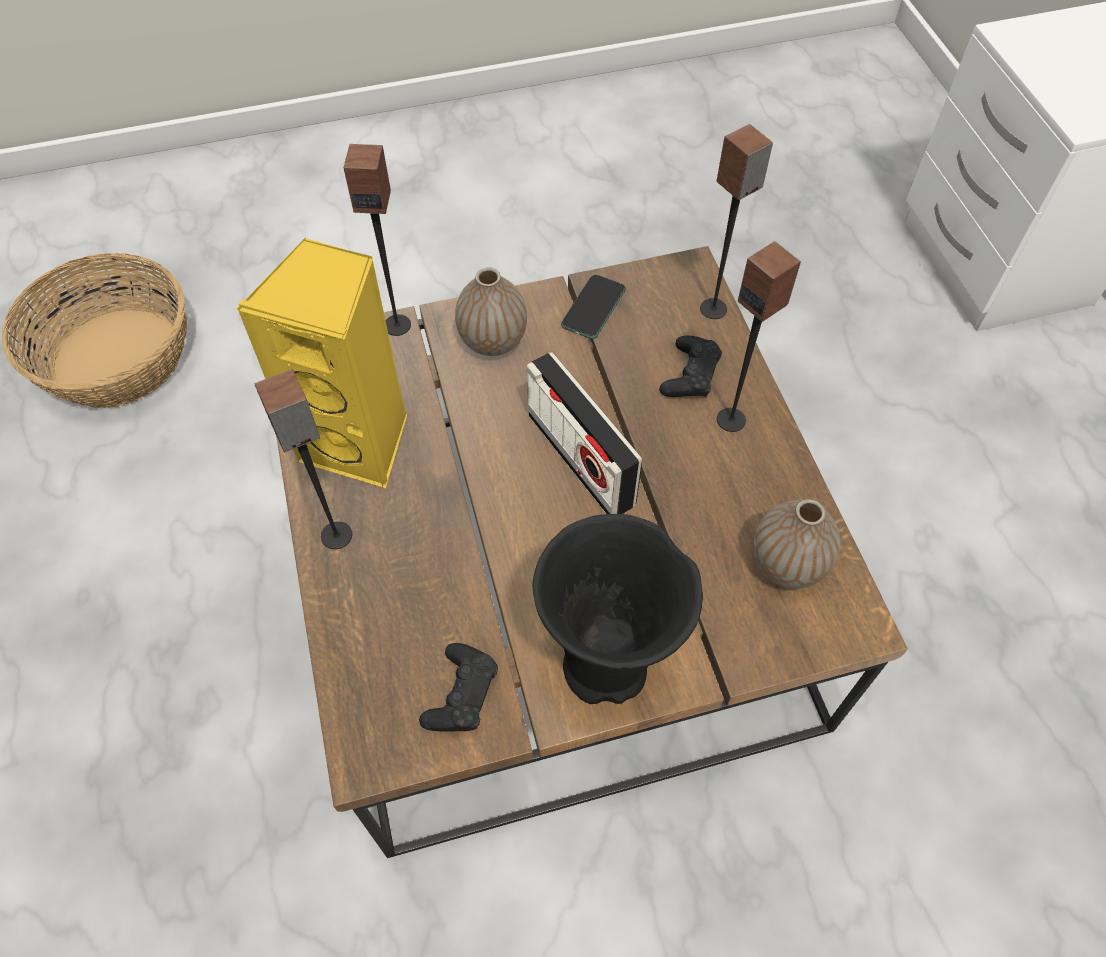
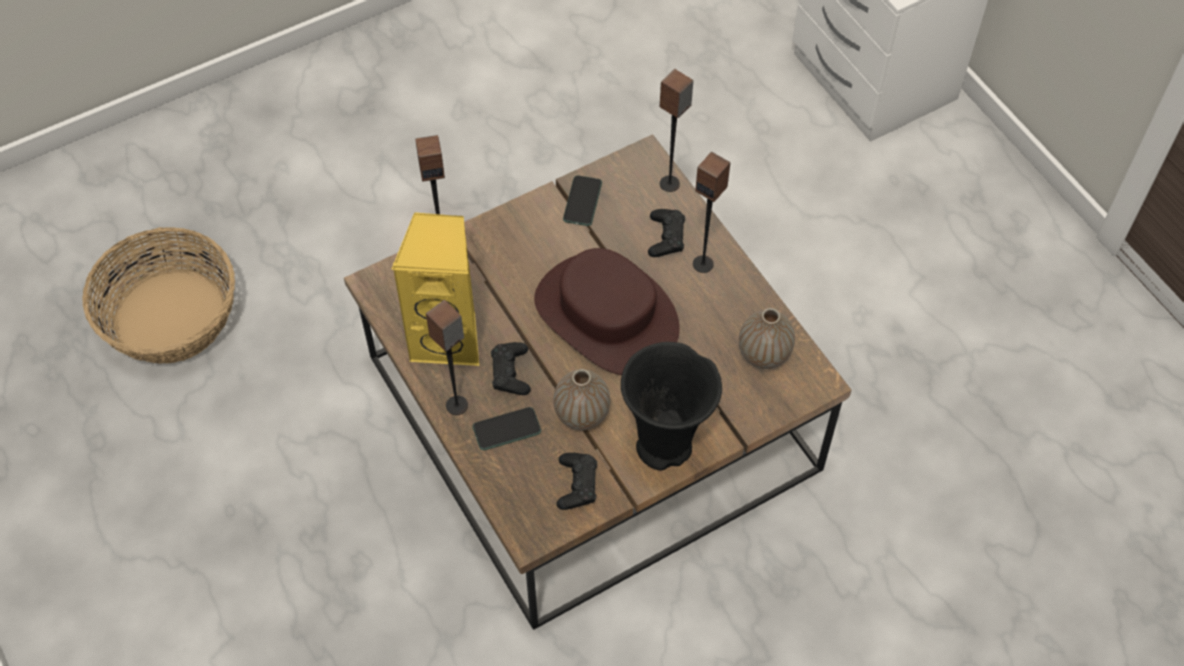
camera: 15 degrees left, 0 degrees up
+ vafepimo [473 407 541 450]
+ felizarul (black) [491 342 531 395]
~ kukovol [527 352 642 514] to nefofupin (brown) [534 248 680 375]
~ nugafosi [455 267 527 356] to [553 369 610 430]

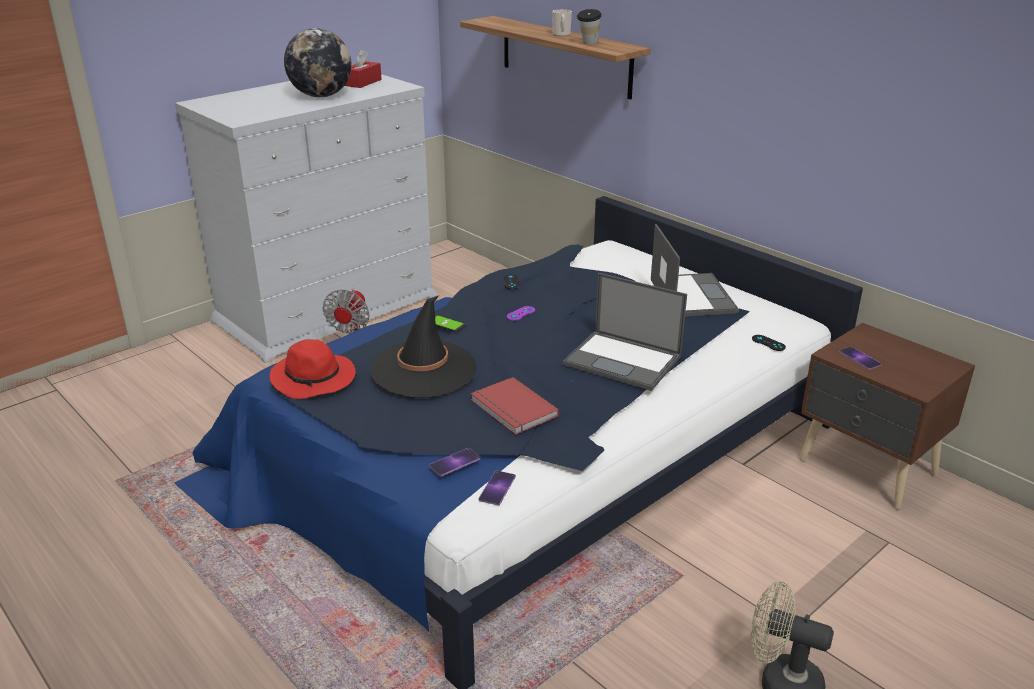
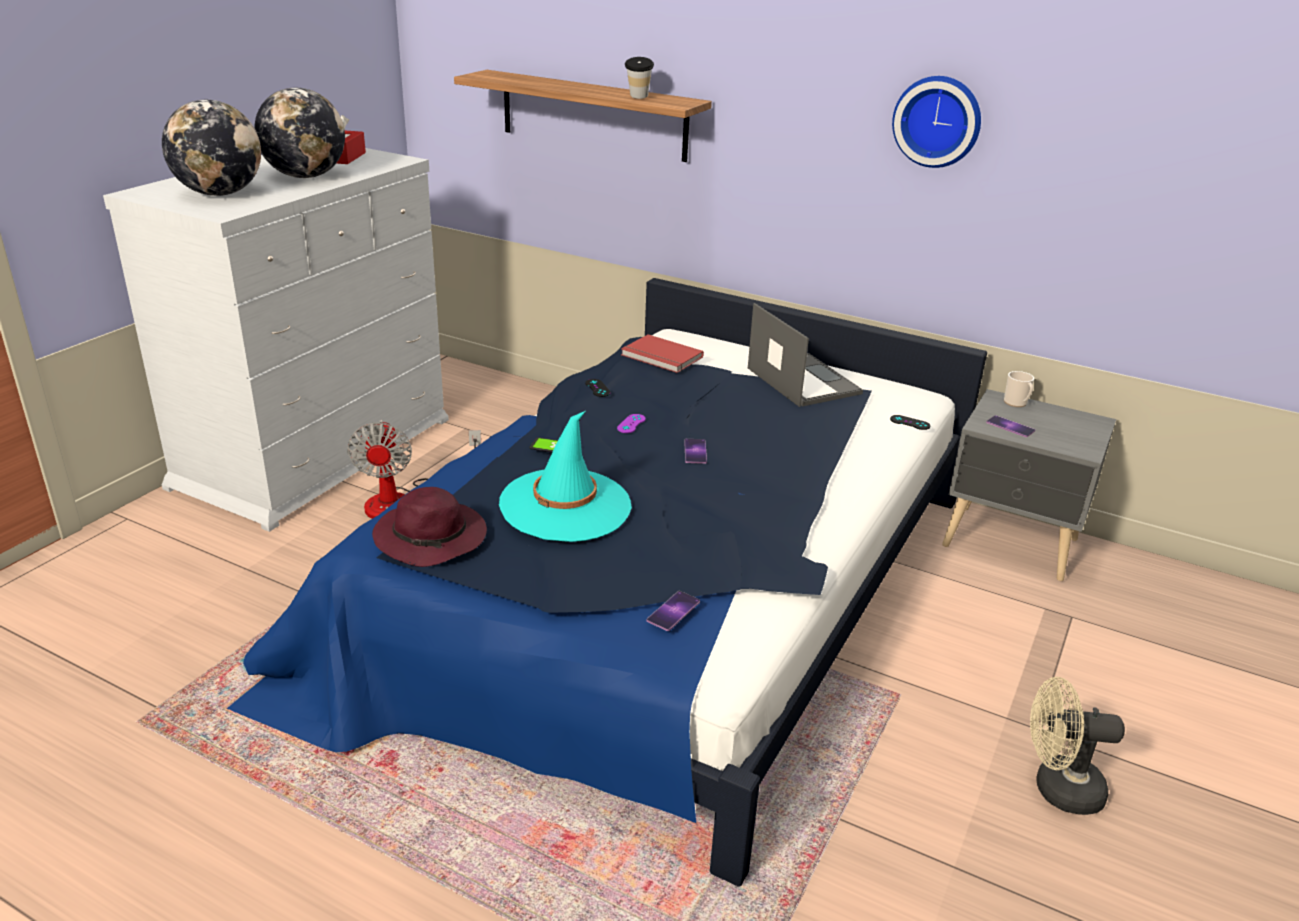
camera: 20 degrees left, 0 degrees up
+ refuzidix [162 100 261 196]
~ nefofupin (red) [269 339 356 399] to nefofupin (purple) [372 487 487 567]
~ nefofupin (black) [370 295 477 398] to nefofupin (turquoise) [499 411 632 542]
~ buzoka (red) [471 377 559 435] to [621 334 704 373]
~ vafepimo [478 470 516 505] to [684 439 707 464]
+ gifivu [892 76 981 168]
~ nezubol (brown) [799 323 975 509] to nezubol (grey) [942 389 1116 581]
~ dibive [552 10 572 36] to [1004 371 1034 407]
- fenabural [563 273 687 391]

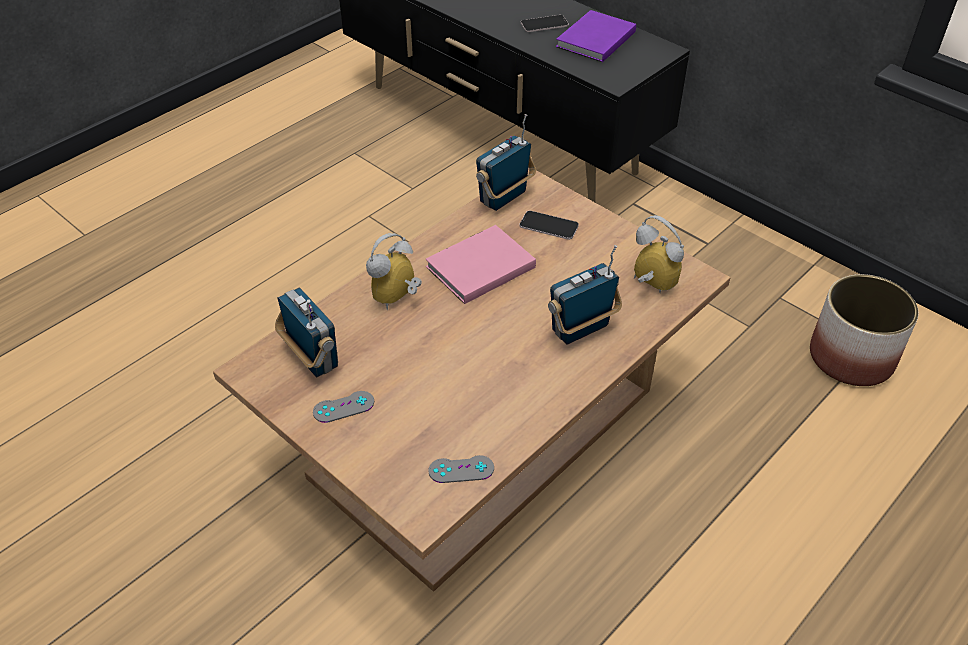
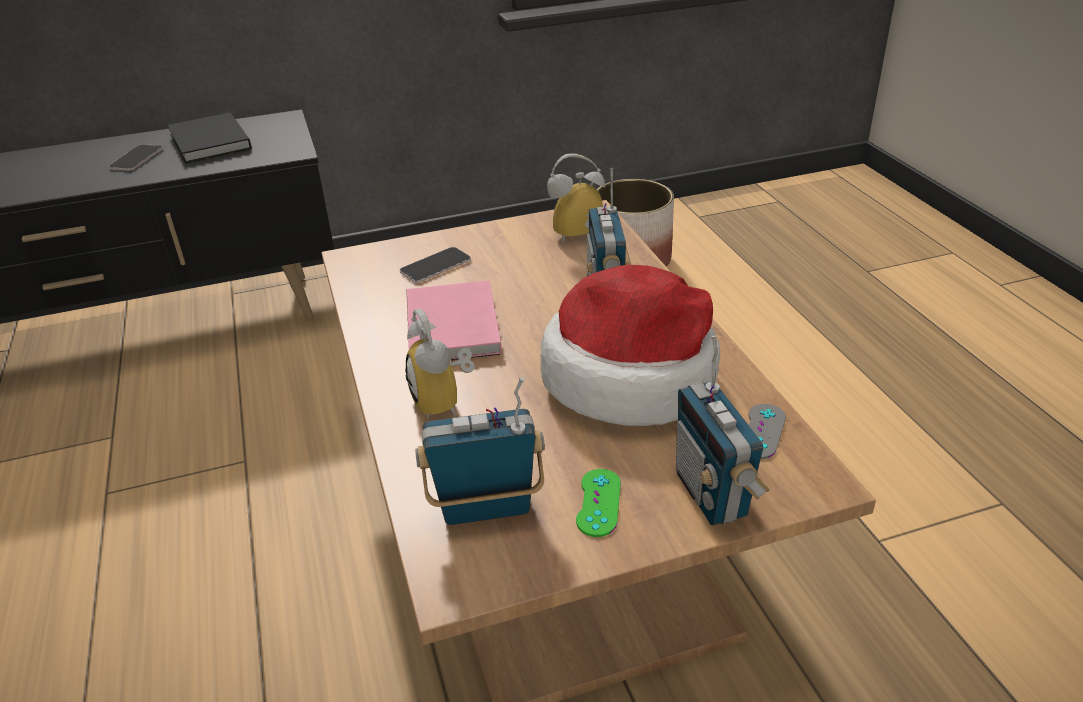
camera: 60 degrees left, 10 degrees down
~ buzoka (purple) [556 10 636 62] to buzoka (black) [167 112 252 164]
+ nefofupin [540 265 720 426]
~ felizarul (grey) [313 391 374 423] to felizarul (green) [576 469 621 537]
~ kukovol [476 114 536 211] to [676 336 770 525]

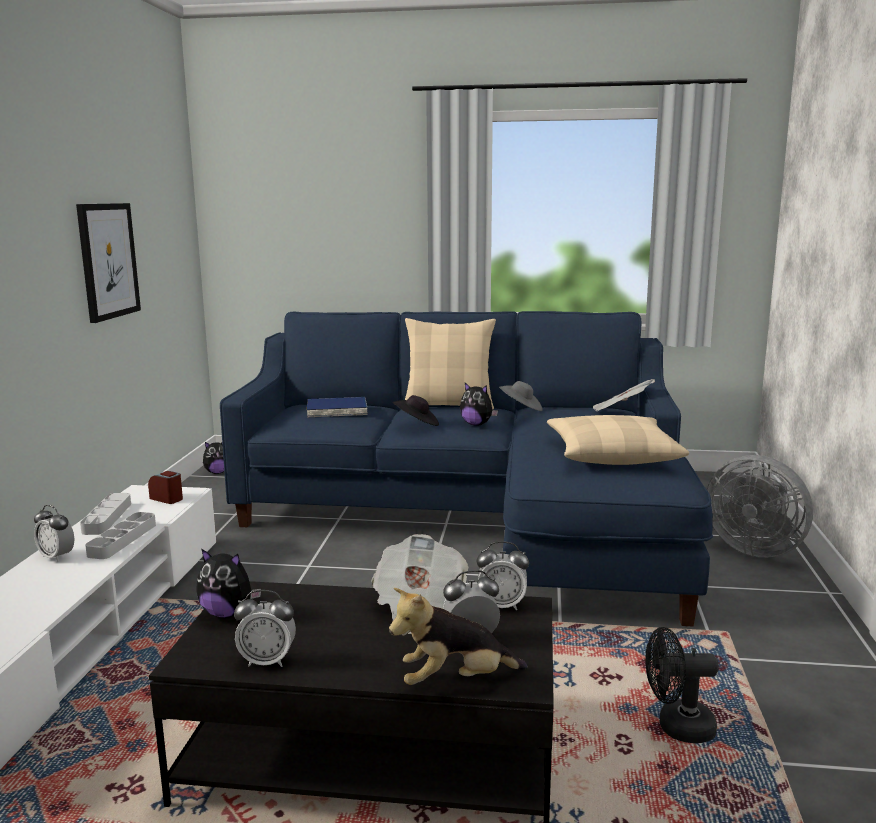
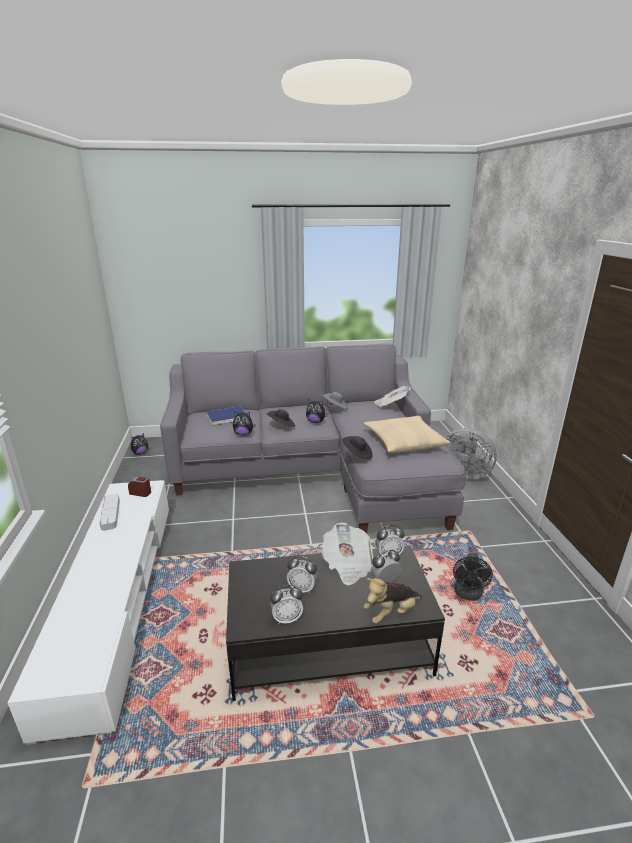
camera: 15 degrees left, 10 degrees up
~ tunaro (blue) [220 311 713 626] to tunaro (grey) [160 343 465 534]
~ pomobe [196 549 261 618] to [233 412 256 436]
~ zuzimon [34 505 74 562] to [287 556 318 594]
+ nefofupin (black) [342 436 373 460]
~ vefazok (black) [646 627 719 743] = [453 553 493 601] 60 degrees counterclockwise
- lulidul [76 203 141 323]
- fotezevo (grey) [85 512 156 559]
- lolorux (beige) [405 318 496 410]

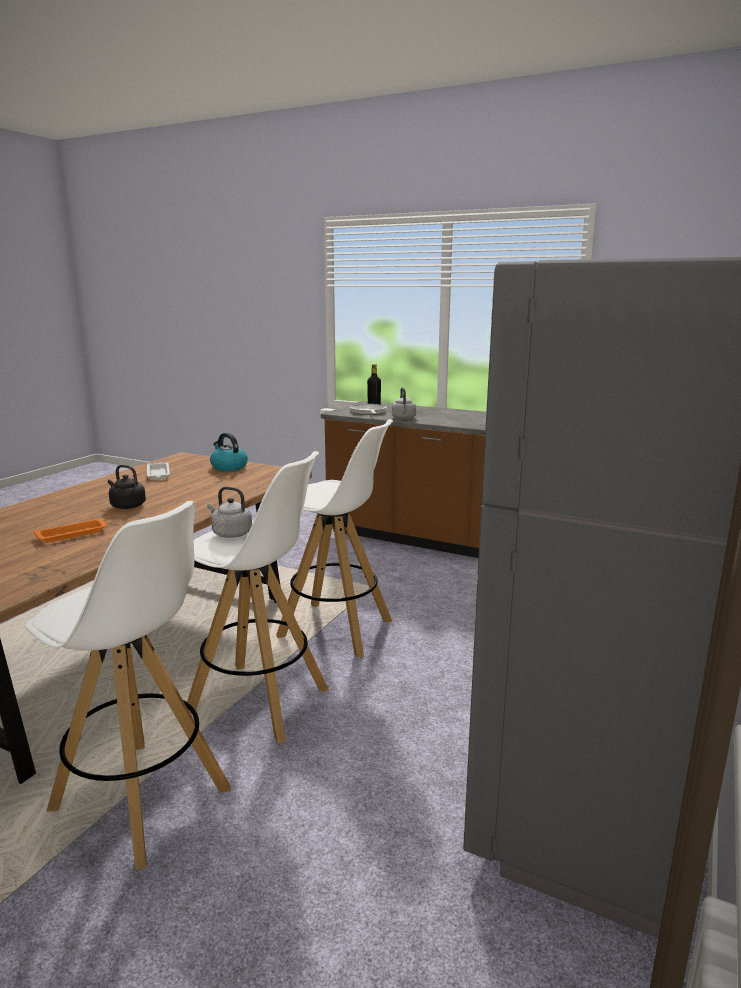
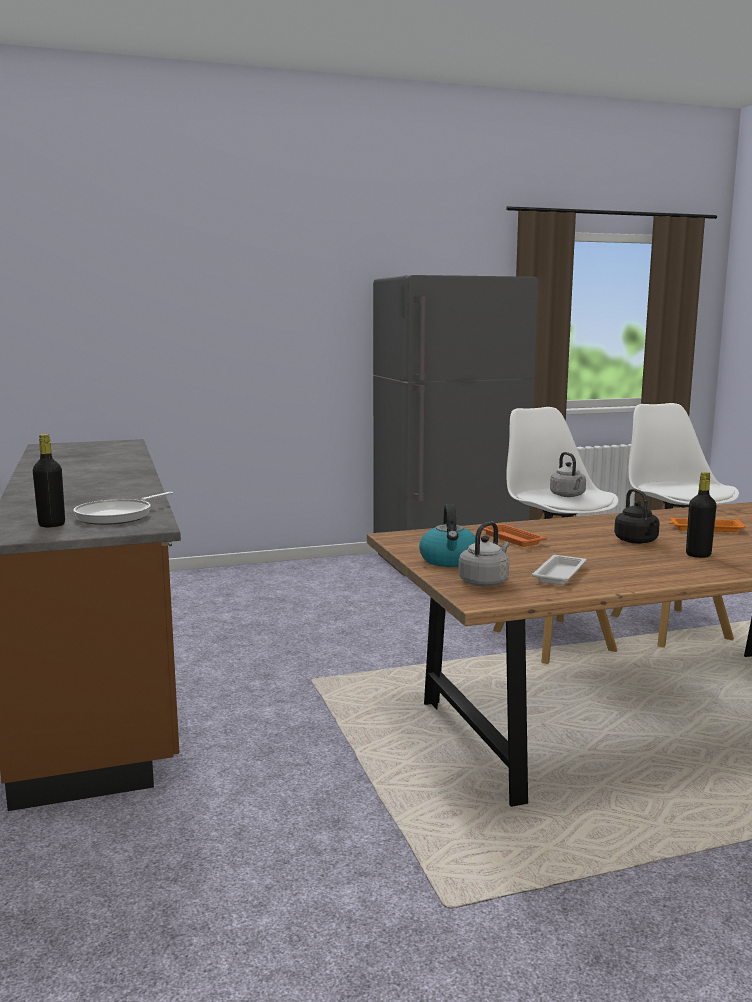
camera: 135 degrees left, 5 degrees down
~ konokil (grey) [392 387 416 420] to [458 522 510 586]
+ fotezevo (orange) [483 524 547 547]
+ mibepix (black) [686 472 717 558]
- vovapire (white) [276 419 393 658]

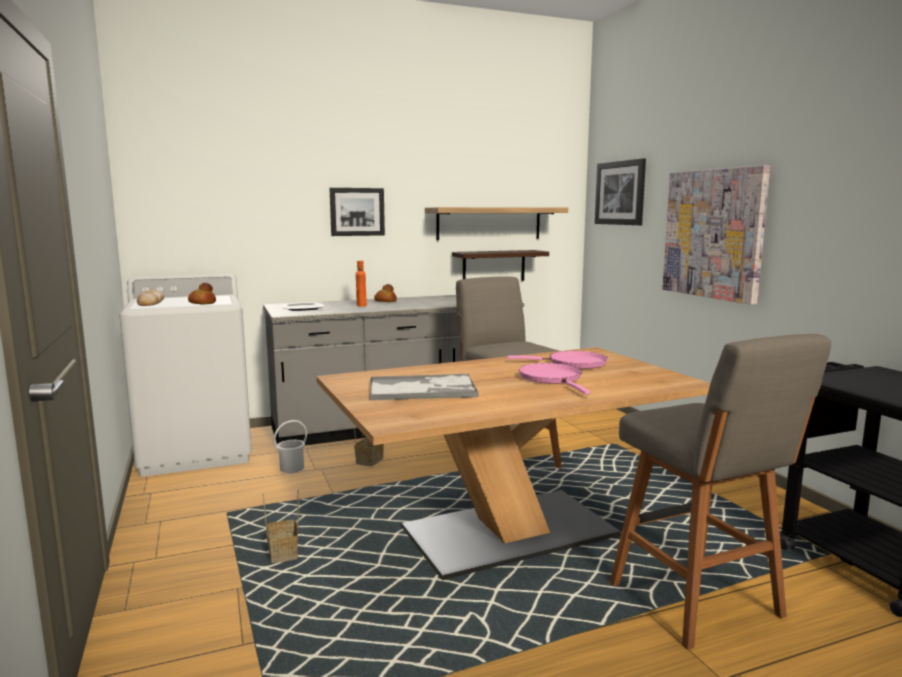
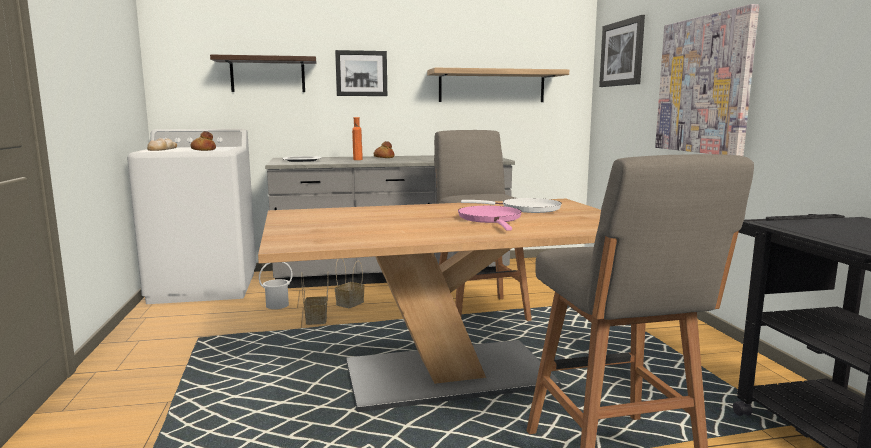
camera: 10 degrees right, 0 degrees up
~ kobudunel [452 250 549 281] to [210 54 316 92]
~ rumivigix [263 489 299 563] to [301 273 329 325]
~ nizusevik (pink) [508 351 608 369] to nizusevik (white) [461 198 562 213]
- fotezevo [370 374 478 400]

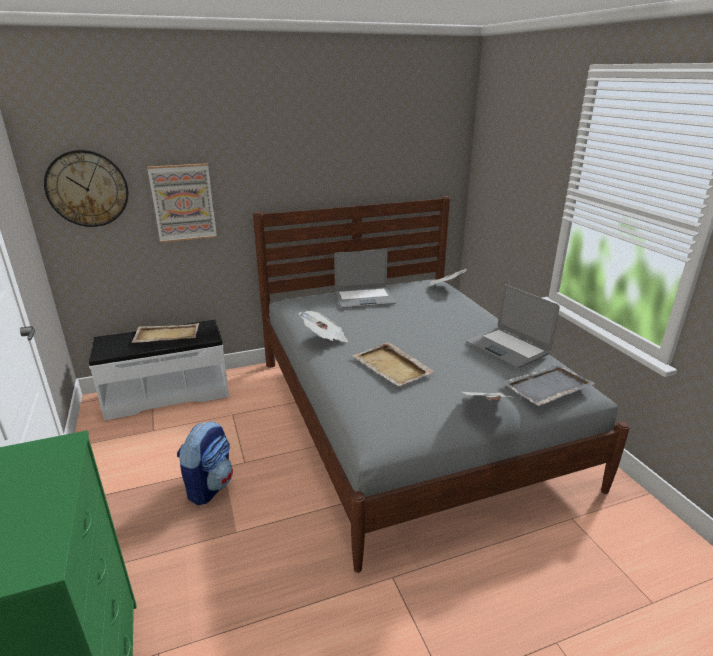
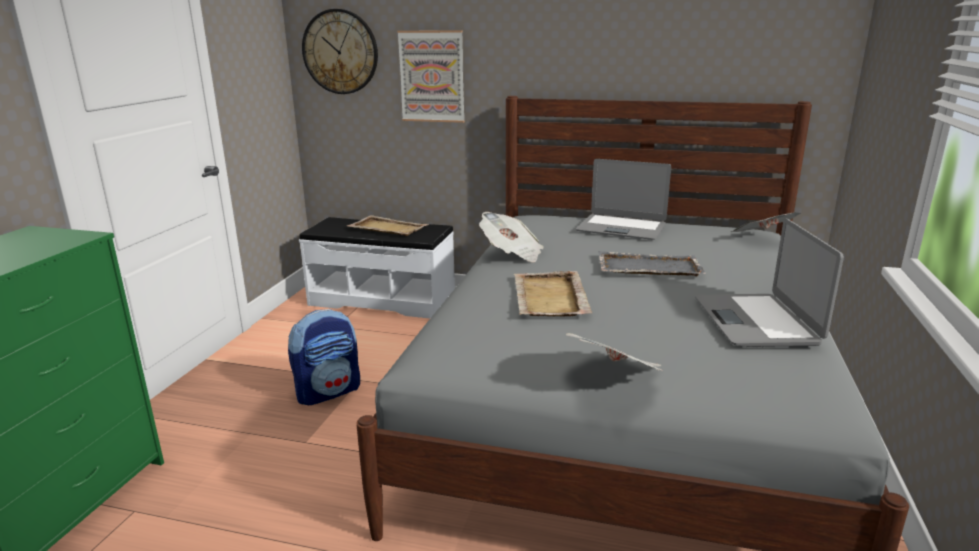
camera: 35 degrees right, 5 degrees down
~ fotezevo (grey) [502 364 595 406] to [599 251 706 276]

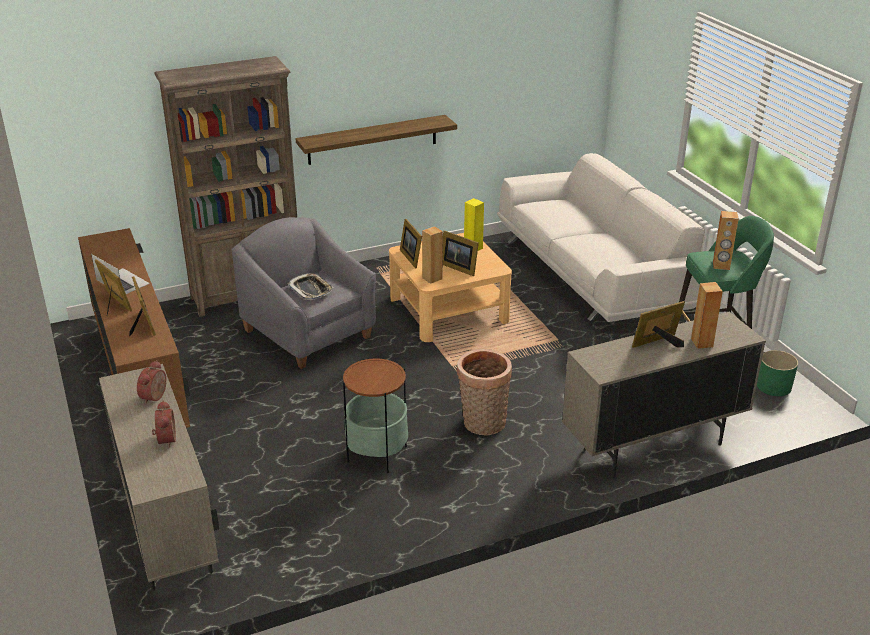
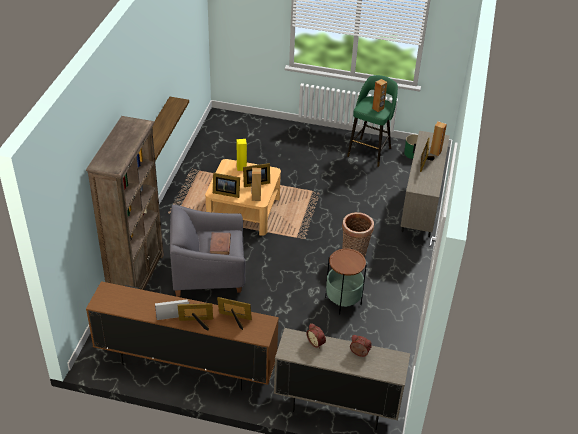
camera: 55 degrees left, 10 degrees up
~ fotezevo [288 273 334 300] to buzoka (brown) [210 232 231 255]
- tunaro (white) [497 153 705 322]

